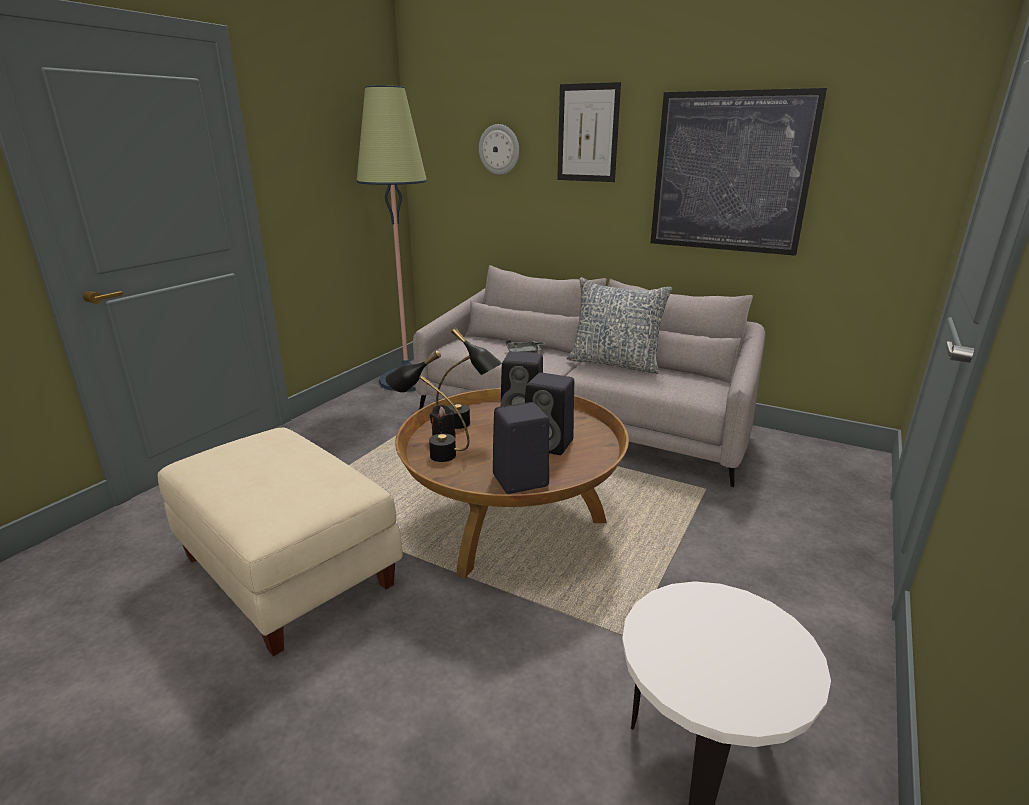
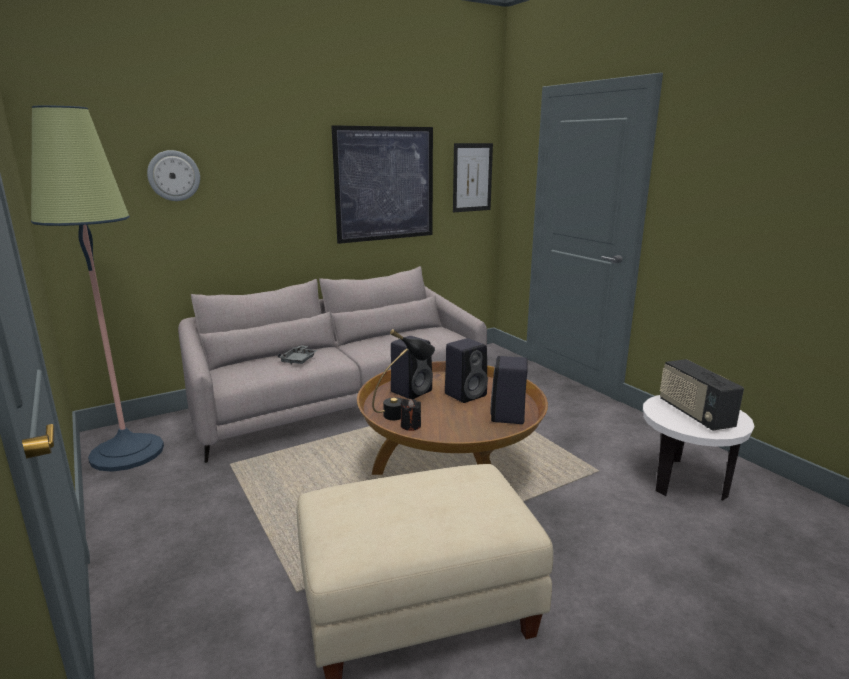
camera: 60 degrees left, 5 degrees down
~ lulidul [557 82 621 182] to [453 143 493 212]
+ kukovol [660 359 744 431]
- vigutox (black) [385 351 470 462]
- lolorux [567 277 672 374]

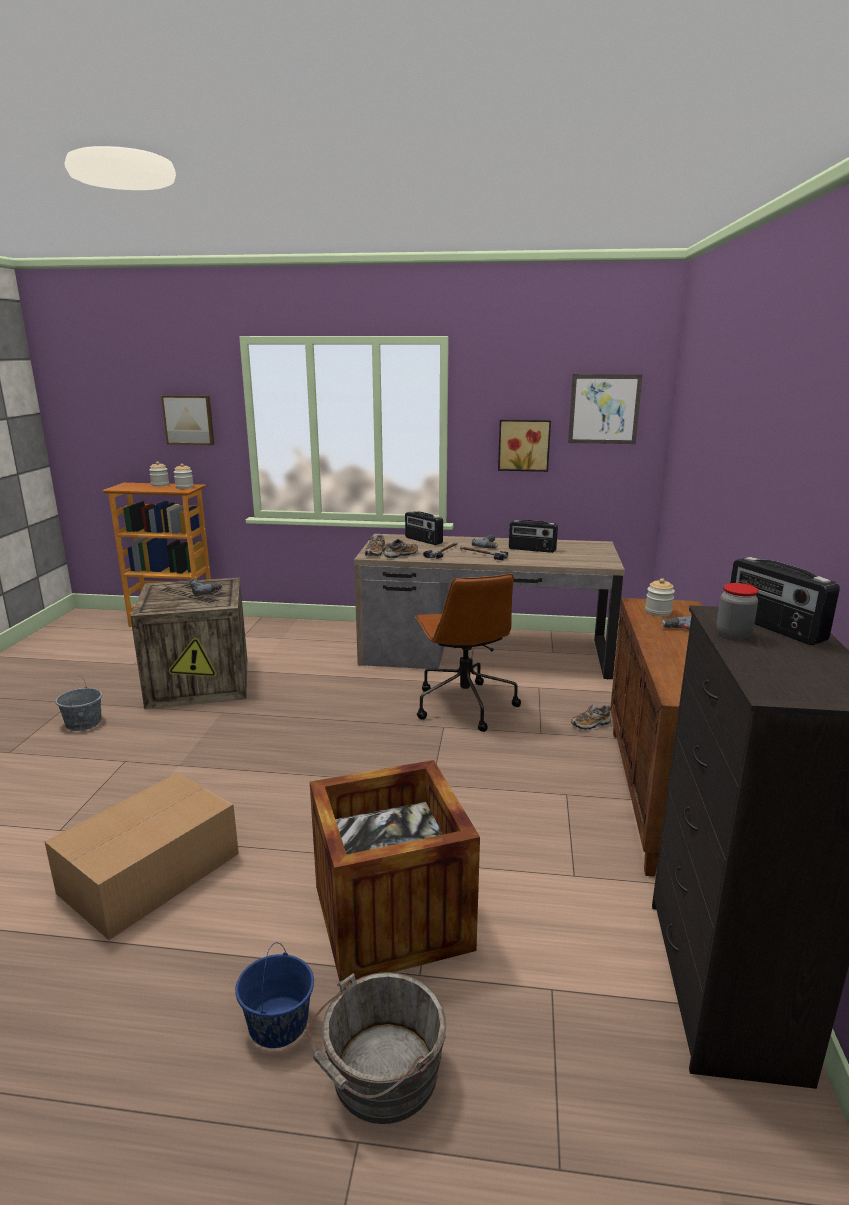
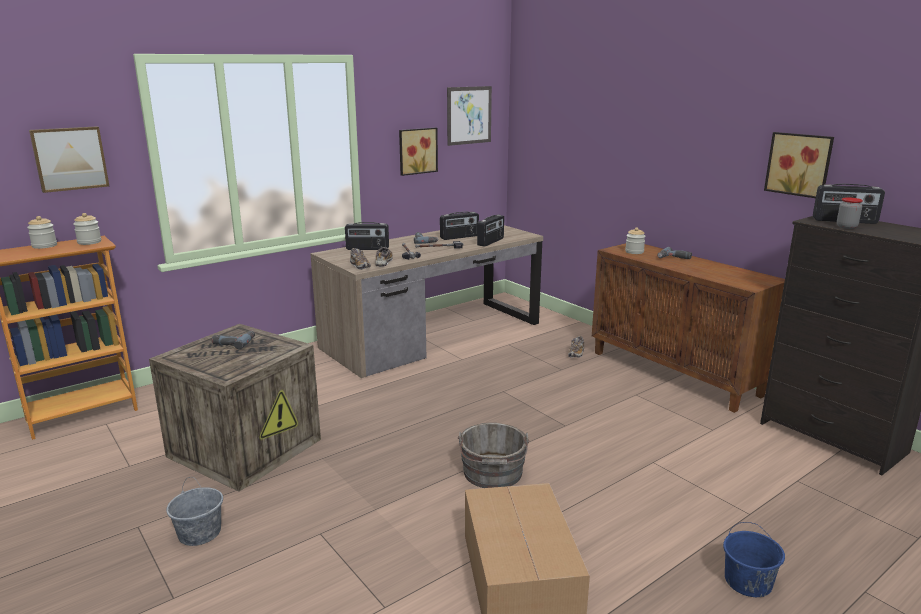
camera: 45 degrees left, 0 degrees up
~ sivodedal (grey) [308 972 446 1124] to [458 423 529 488]
+ kukovol [477 215 504 247]
+ lulidul [764 132 834 198]
- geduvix [310 760 480 985]
- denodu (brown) [415 574 521 732]

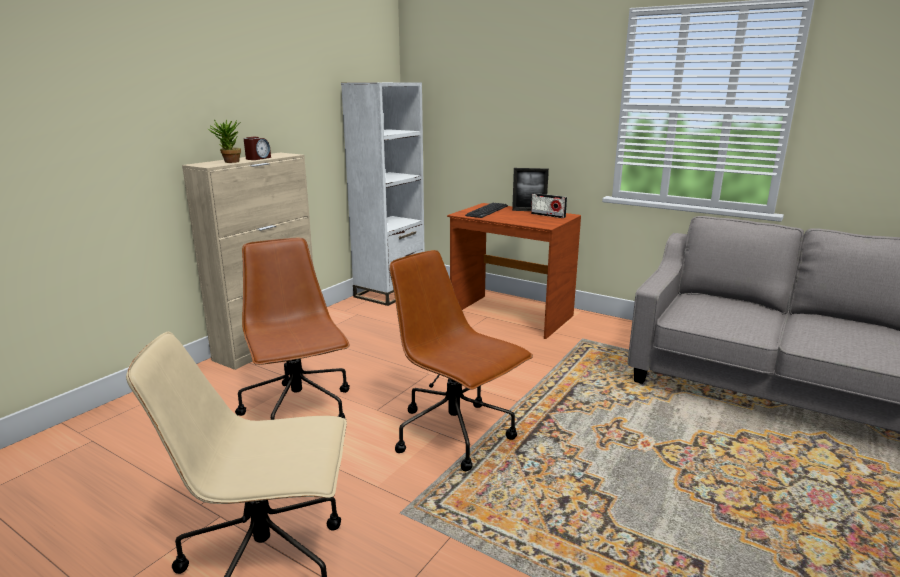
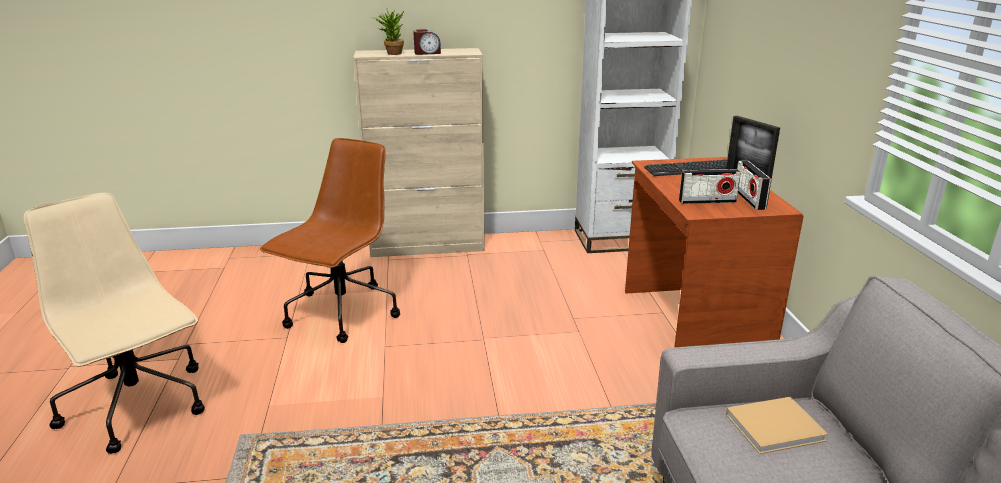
camera: 50 degrees right, 5 degrees up
+ kukovol [679 169 741 204]
+ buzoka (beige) [726 397 828 454]
- denodu (brown) [389 250 533 471]

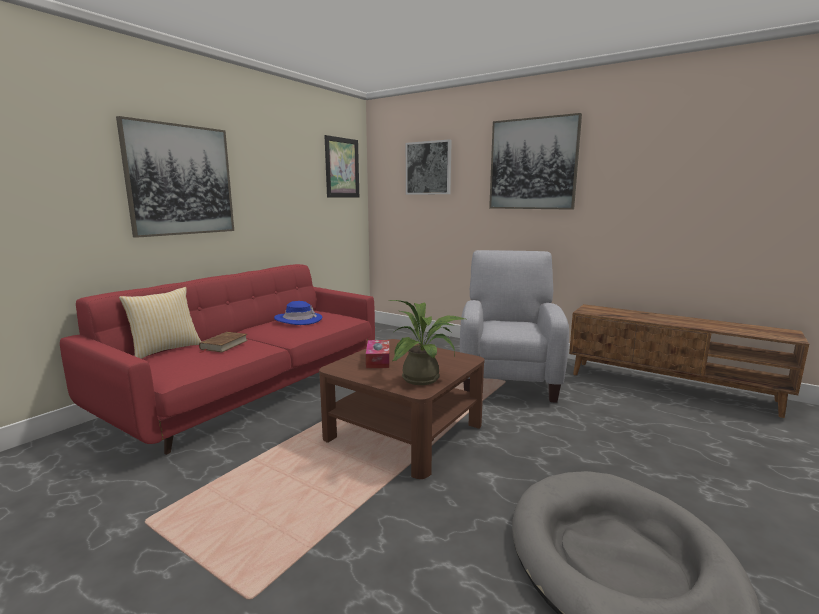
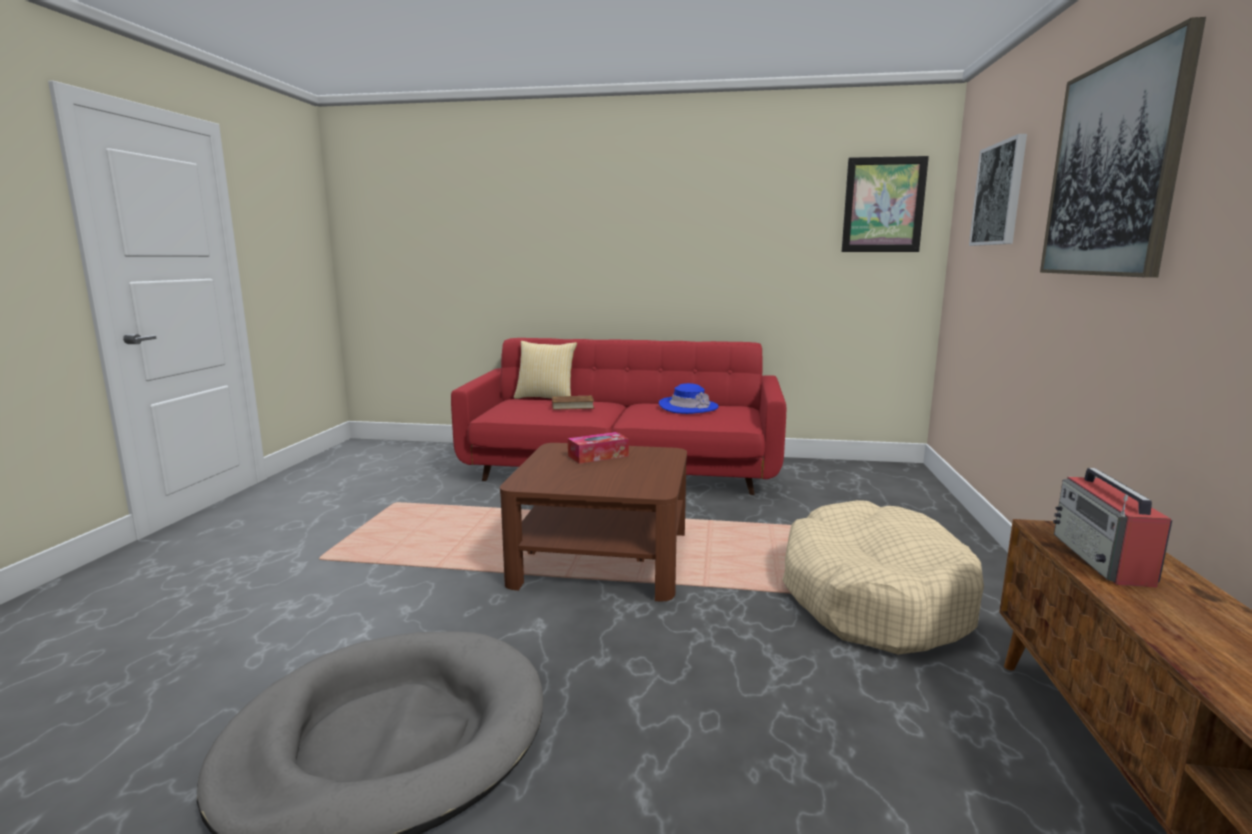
camera: 65 degrees right, 0 degrees up
~ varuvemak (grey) [460 250 569 403] to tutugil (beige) [783 500 984 655]
+ kukovol [1053 468 1172 588]
- lulidul [116 116 234 238]
- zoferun [389 300 468 385]

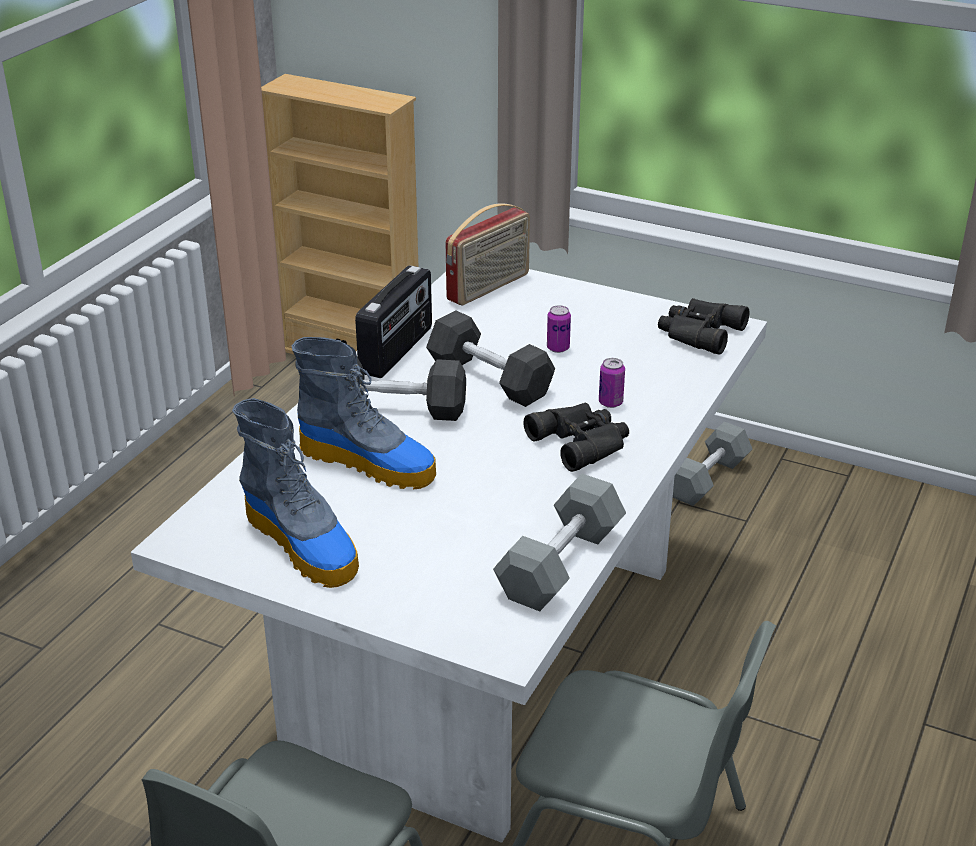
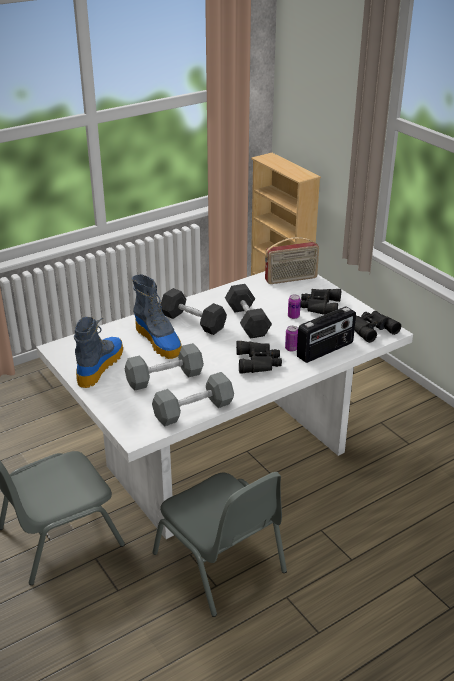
camera: 30 degrees right, 0 degrees up
~ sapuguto [232 398 359 588] = [74 317 123 388] 150 degrees counterclockwise
~ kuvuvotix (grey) [673 422 752 506] to [125 343 204 391]
~ kukovol [355 265 432 378] to [297 306 356 363]
+ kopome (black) [300 289 341 315]

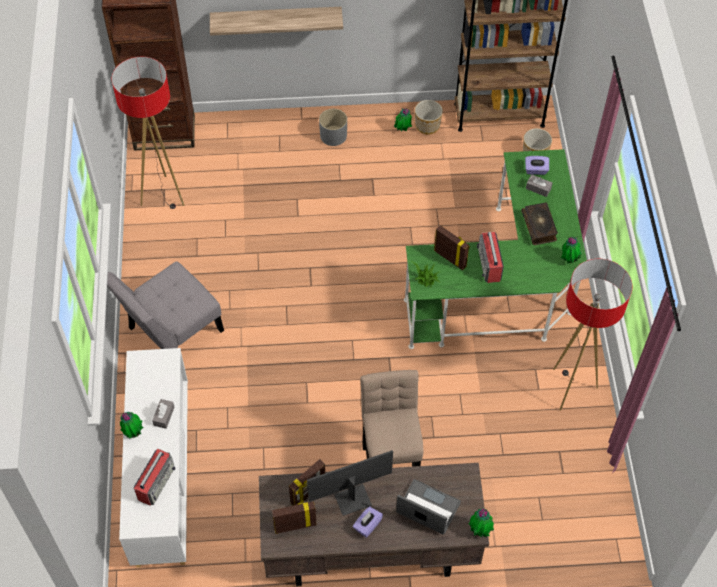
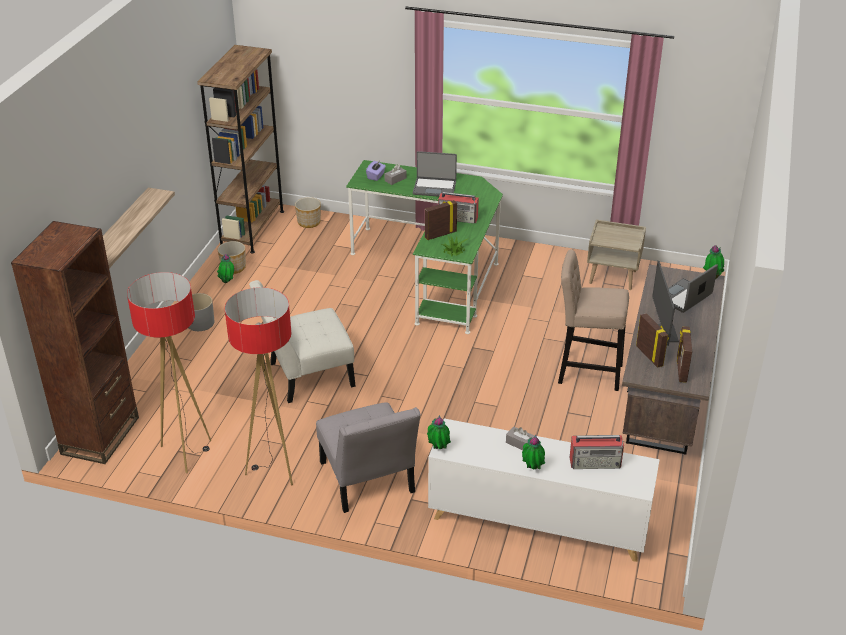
camera: 70 degrees left, 20 degrees down
~ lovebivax [553 259 633 411] to [225 287 293 486]
+ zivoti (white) [249 280 356 403]
~ buzoka [521 203 558 245] to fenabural [413 151 457 197]
~ zoferun [561 237 582 263] to [427 415 451 450]
~ kukovol [134 449 175 506] = [569 435 624 469] 135 degrees clockwise
+ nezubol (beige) [587 220 646 290]
- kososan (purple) [353 507 383 538]

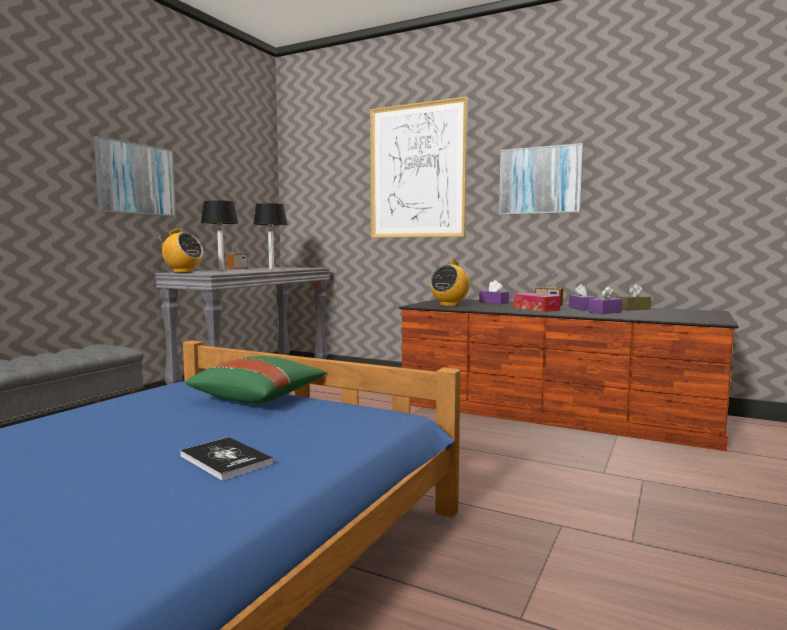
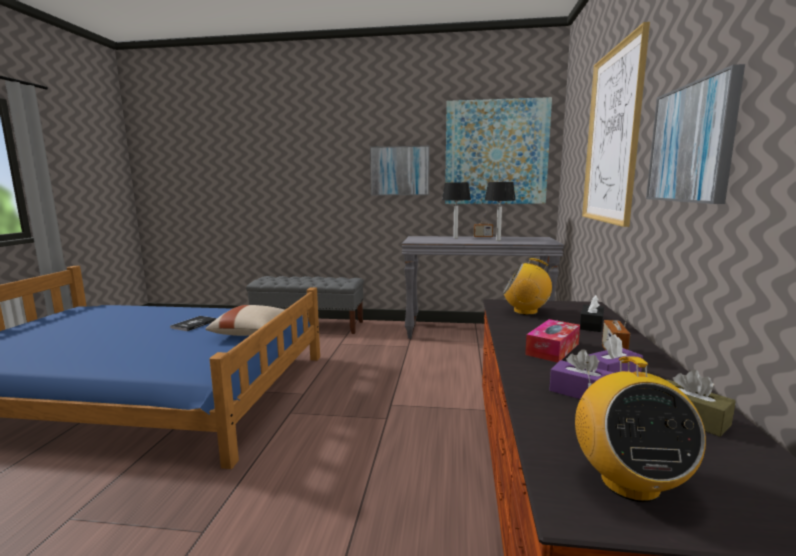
camera: 70 degrees right, 5 degrees up
~ buzoka [180 437 274 481] to [170 316 217 331]
~ lolorux (green) [186 356 326 404] to lolorux (beige) [205 305 285 336]
+ lulidul [445 97 552 204]
~ kukovol [158 228 203 273] to [575 356 706 502]
~ kososan (purple) [479 280 509 304] to kososan (black) [580 295 604 332]

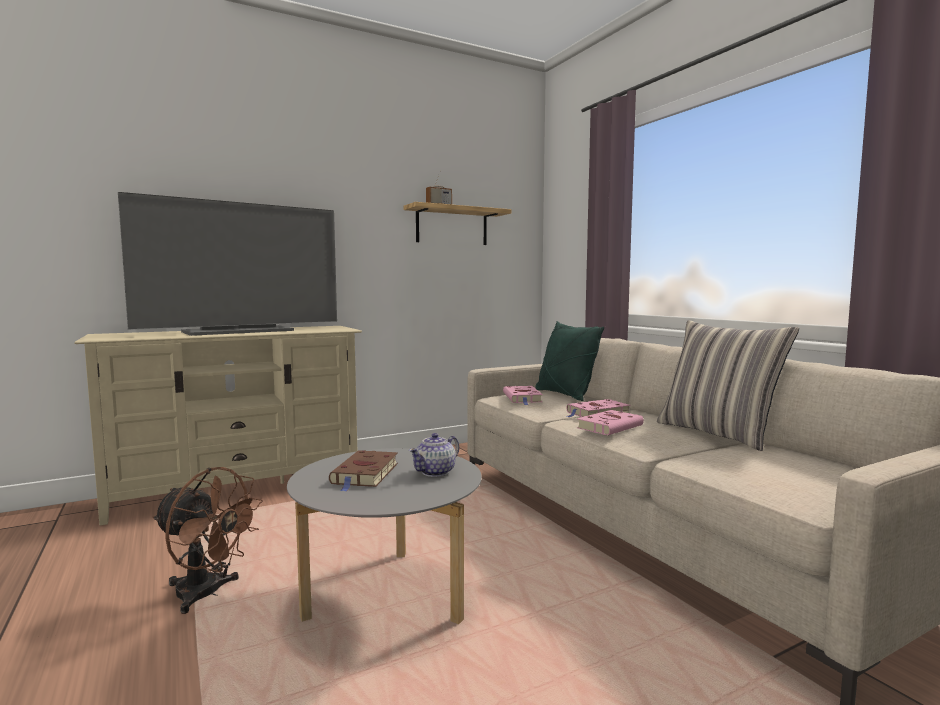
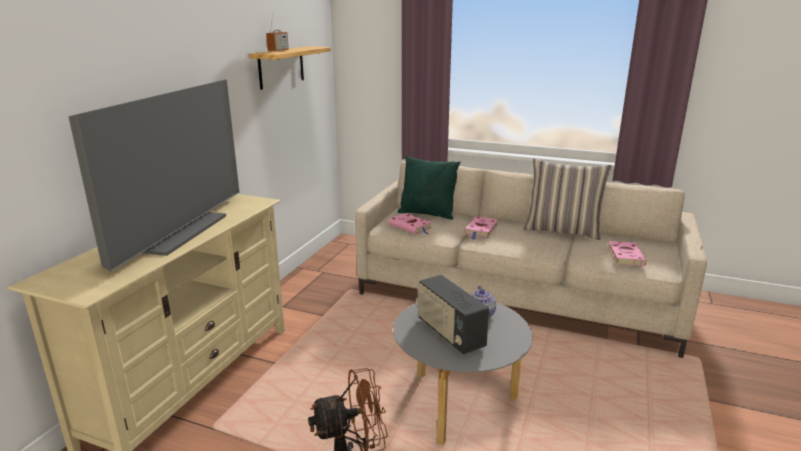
camera: 40 degrees left, 15 degrees up
~ buzoka (brown) [329 450 398 492] to kukovol [417 275 489 354]
~ buzoka (pink) [577 410 644 435] to [608 241 647 266]

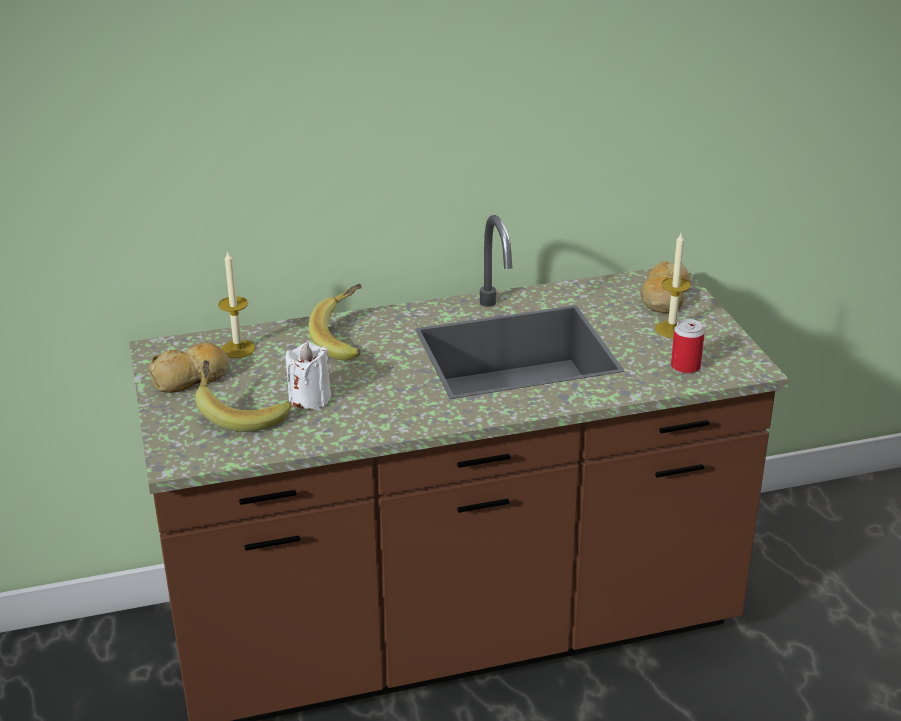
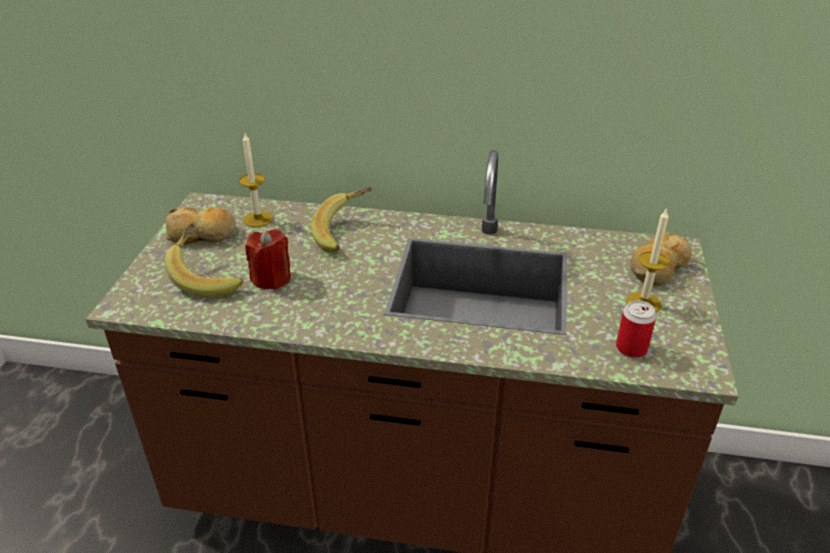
camera: 25 degrees right, 5 degrees up
~ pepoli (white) [285 342 331 409] to pepoli (red) [245 229 291 290]

